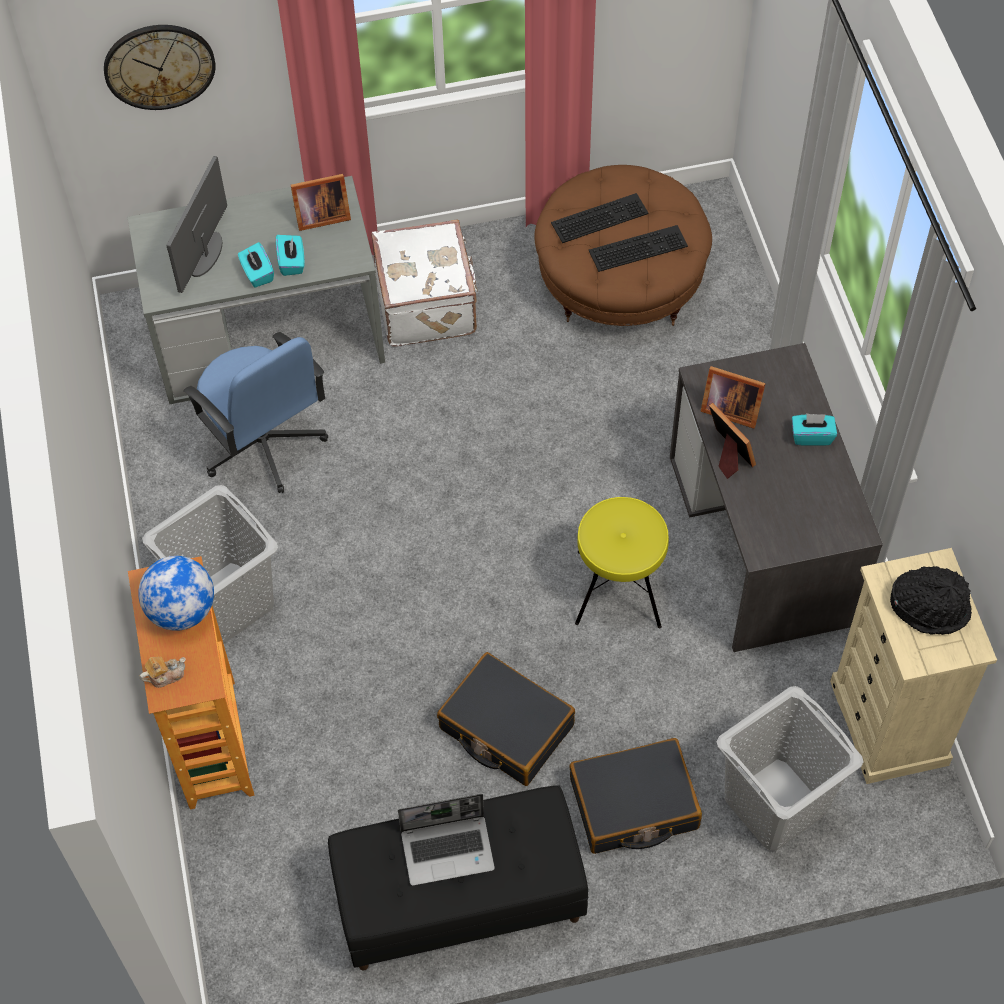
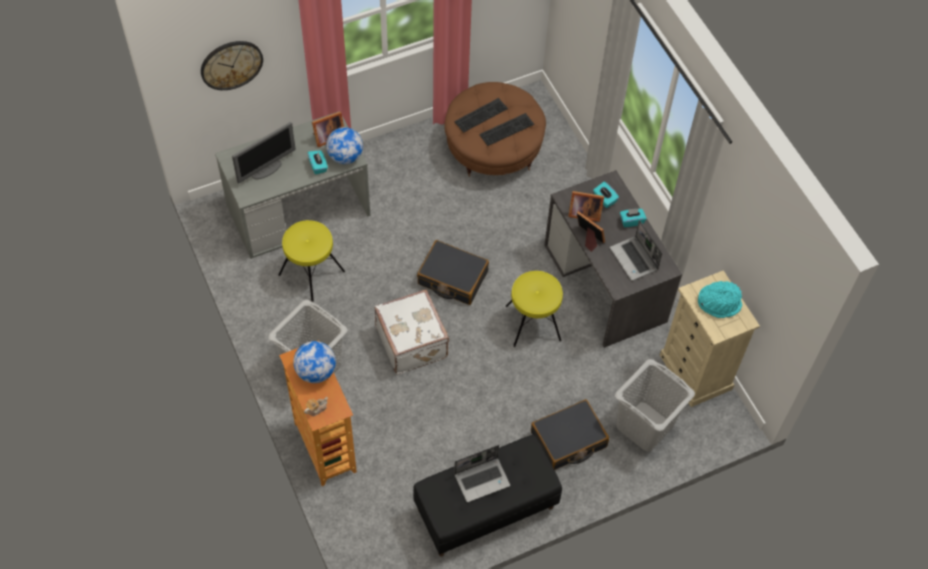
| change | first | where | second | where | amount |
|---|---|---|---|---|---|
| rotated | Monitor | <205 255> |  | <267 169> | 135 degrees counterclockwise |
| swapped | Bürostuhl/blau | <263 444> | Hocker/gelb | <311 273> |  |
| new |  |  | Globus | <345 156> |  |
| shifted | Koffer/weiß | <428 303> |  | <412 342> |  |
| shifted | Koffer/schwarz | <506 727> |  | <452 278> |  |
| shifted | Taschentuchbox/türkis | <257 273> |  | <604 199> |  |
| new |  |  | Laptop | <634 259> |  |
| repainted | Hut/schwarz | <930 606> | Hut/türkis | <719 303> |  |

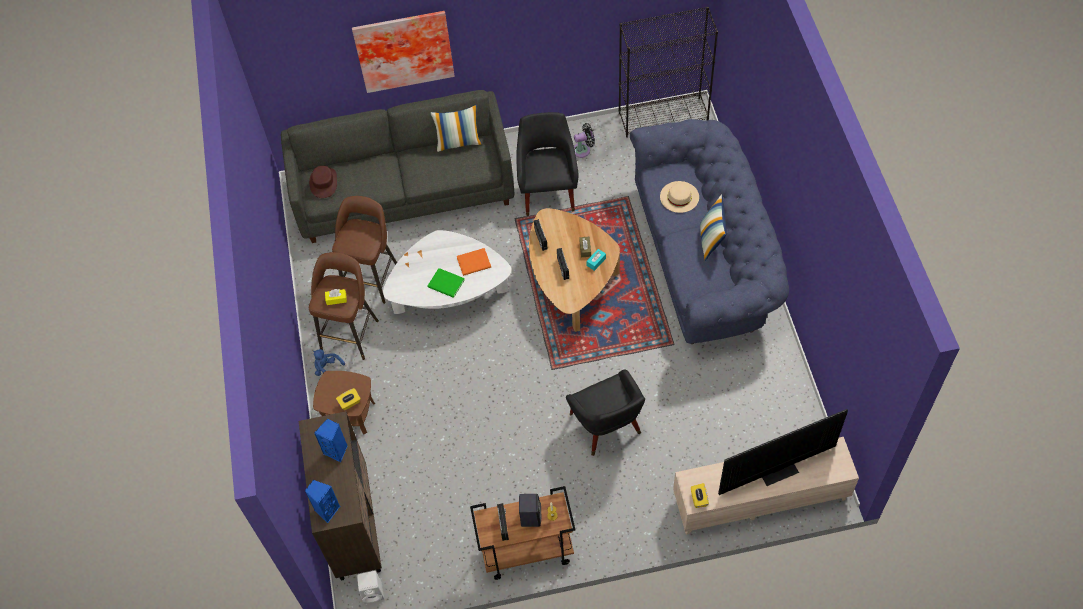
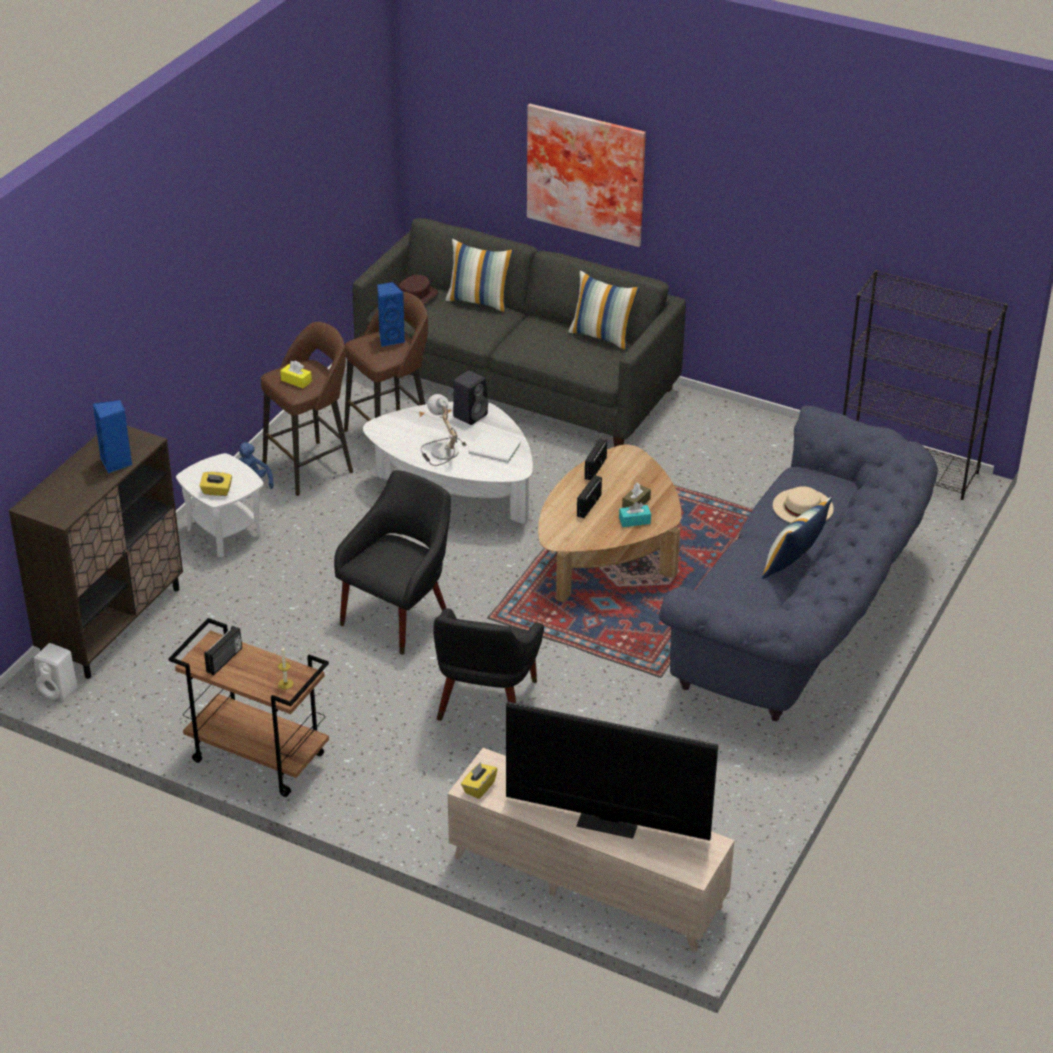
| change | first | where | second | where | amount |
|---|---|---|---|---|---|
| repainted | Beistelltisch/braun | <350 414> | Beistelltisch/weiß | <225 532> |  |
| shifted | Sessel/schwarz | <548 191> |  | <399 614> |  |
| shifted | Lautsprecher/blau | <326 510> |  | <390 339> |  |
| swapped | Buch/grün | <446 284> | Tischlampe | <441 451> |  |
| new |  |  | Kissen | <479 301> |  |
| shifted | Lautsprecher/schwarz | <530 516> |  | <471 415> |  |
| repainted | Buch/orange | <475 263> | Buch/weiß | <495 450> |  |
| gone | Ventilator/schwarz | <583 150> |  |  |  |

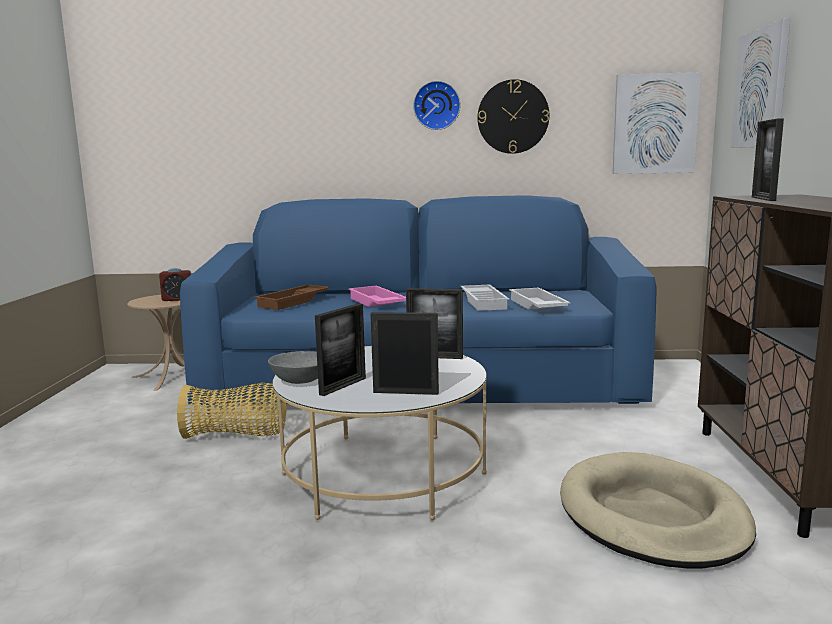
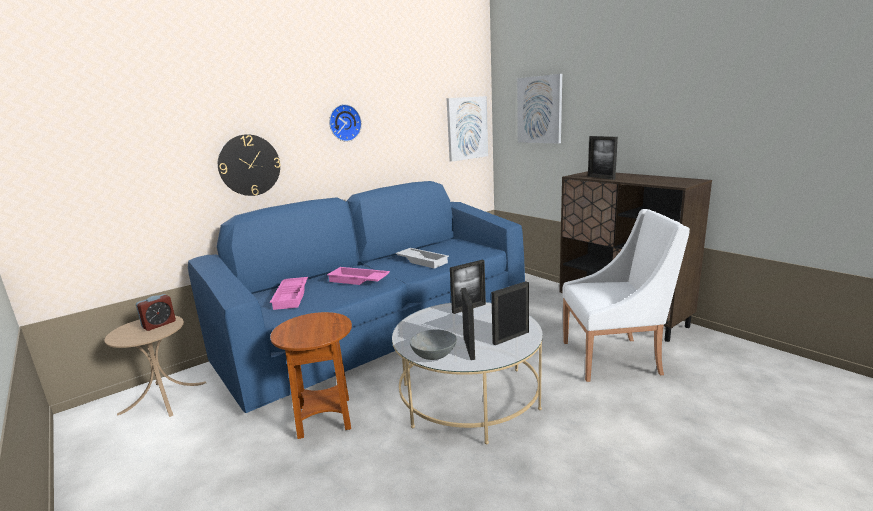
| change | first | where | second | where | amount |
|---|---|---|---|---|---|
| shifted | Wanduhr | <513 117> |  | <249 165> |  |
| repainted | Tablett/braun | <294 302> | Tablett/rosa | <292 296> |  |
| swapped | Korb | <237 435> | Beistelltisch/braun | <325 418> |  |
| swapped | Hundebett/beige | <652 516> | Sessel/weiß | <614 358> |  |
| gone | Tablett/weiß | <536 306> |  |  |  |

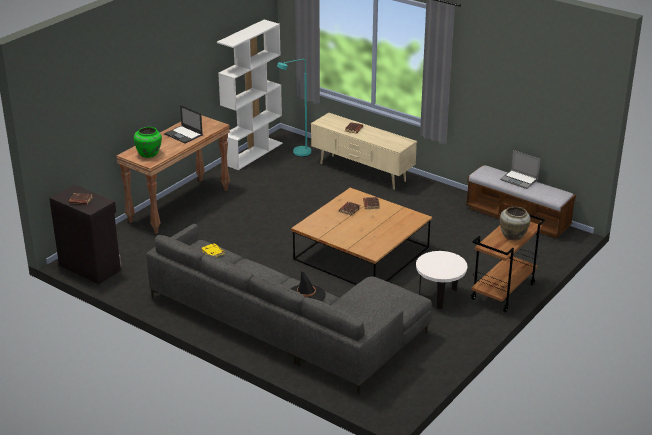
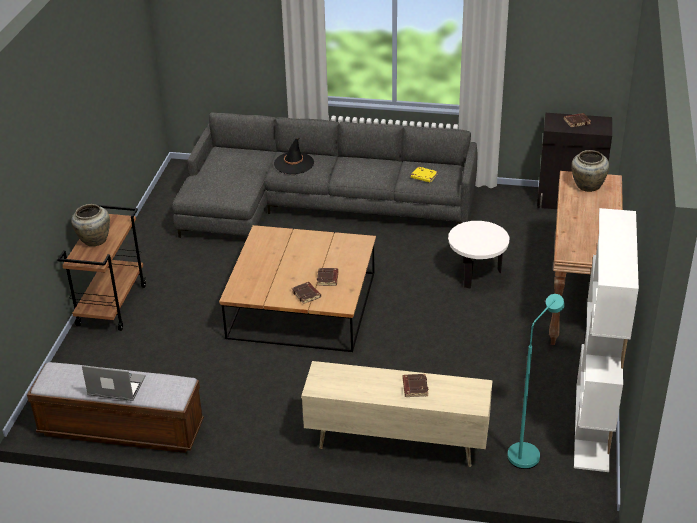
| change | first | where | second | where | amount |
|---|---|---|---|---|---|
| shifted | Beistelltisch/weiß | <439 296> |  | <476 275> |  |
| repainted | Vase/grün | <149 154> | Vase/beige | <587 186> |  |
| gone | Laptop | <184 135> |  |  |  |

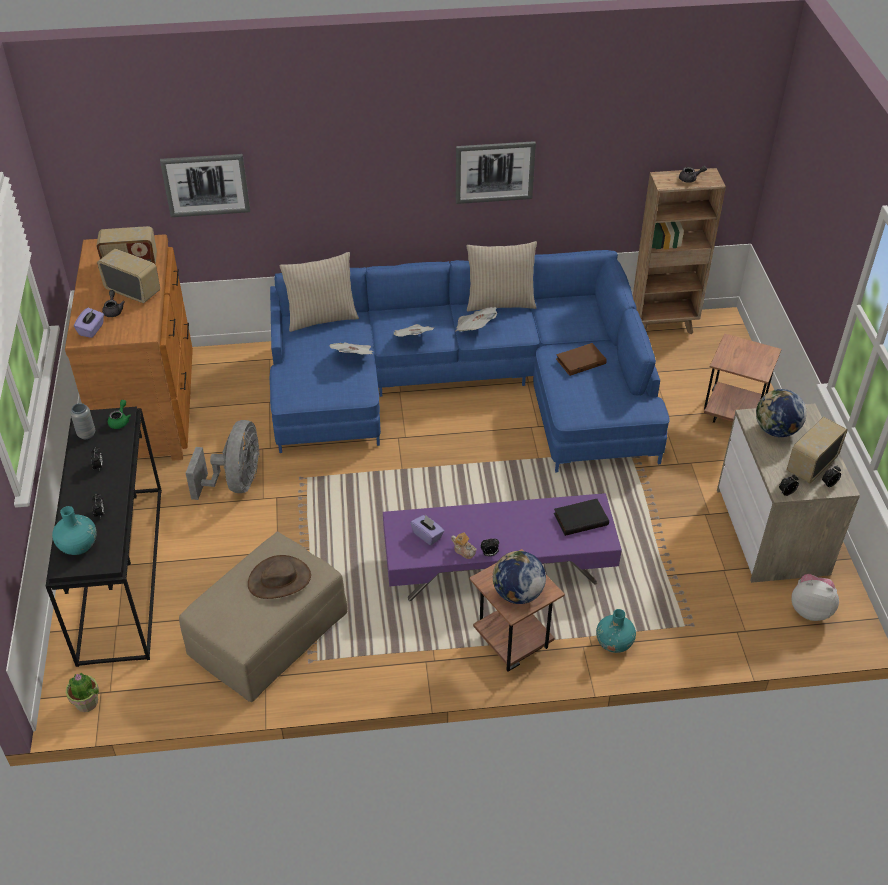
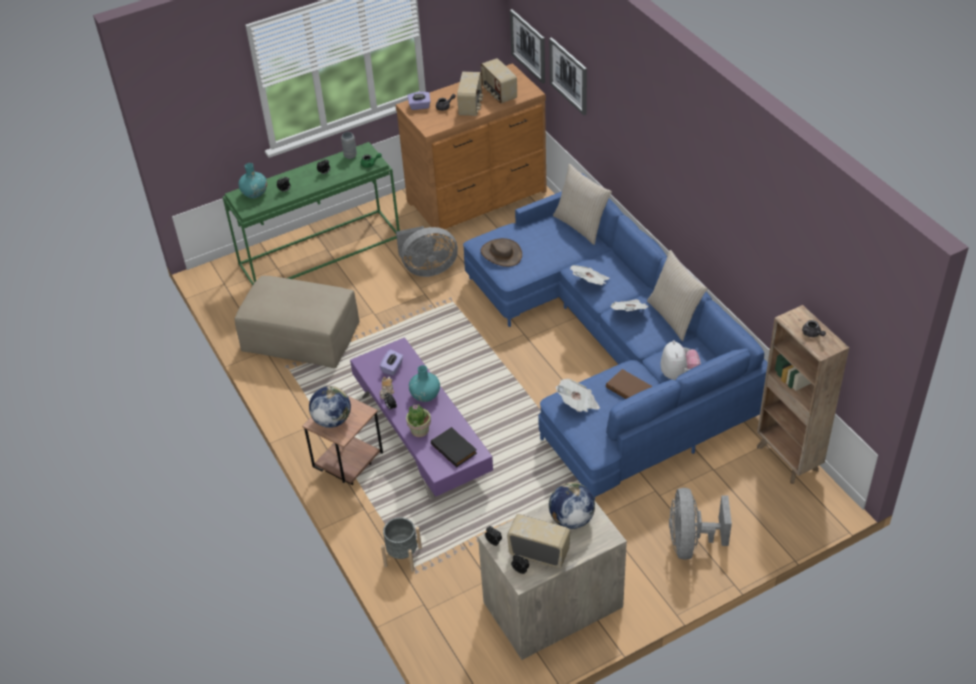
| change | first | where | second | where | amount |
|---|---|---|---|---|---|
| repainted | Konsolentisch/schwarz | <120 572> | Konsolentisch/grün | <320 250> |  |
| new |  |  | Pflanzkübel/grau | <403 557> |  |
| shifted | Topfpflanze | <87 703> |  | <419 430> |  |
| shifted | Vase/türkis | <614 643> |  | <425 395> |  |
| shifted | Hut/braun | <279 579> |  | <501 254> |  |
| shifted | Bild | <494 172> |  | <528 45> |  |
| shifted | Zeitung | <354 357> |  | <578 404> |  |
| shifted | Plüschtier | <810 609> |  | <678 374> |  |
| swapped | Beistelltisch/braun | <733 415> | Ventilator/grau | <691 542> |  |

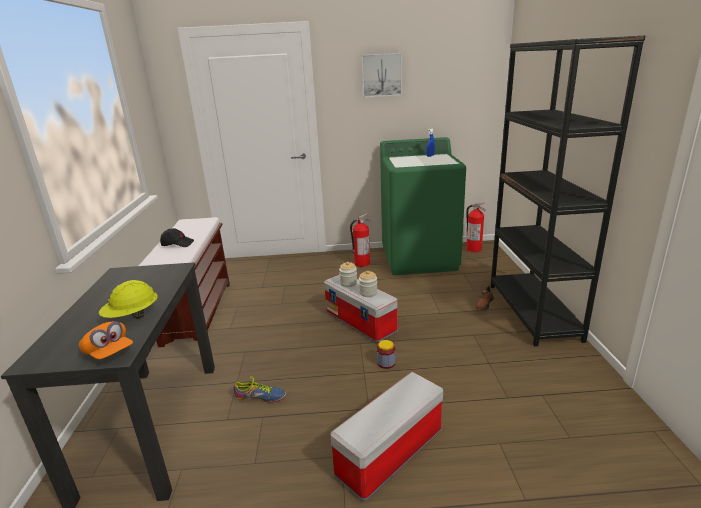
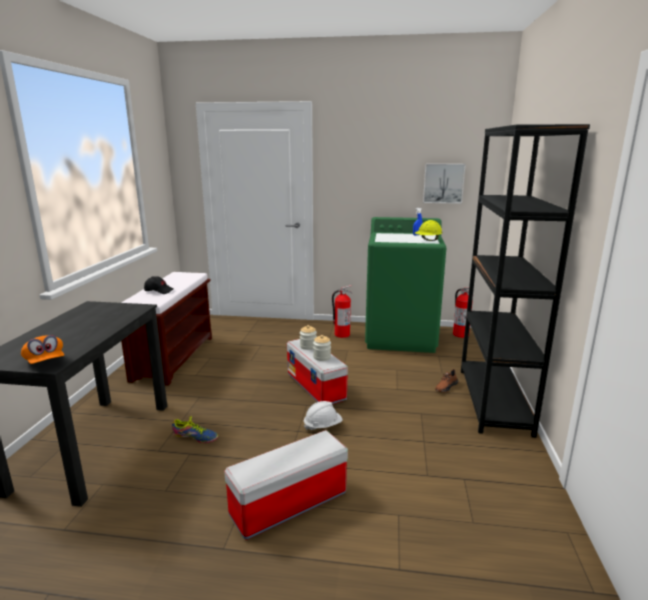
| change | first | where | second | where | amount |
|---|---|---|---|---|---|
| swapped | Vorratsglas | <386 363> | Schutzhelm/weiß | <322 426> |  |
| shifted | Schutzhelm/gelb | <132 316> |  | <428 240> |  |
| shifted | Bild | <381 75> |  | <443 183> |  |

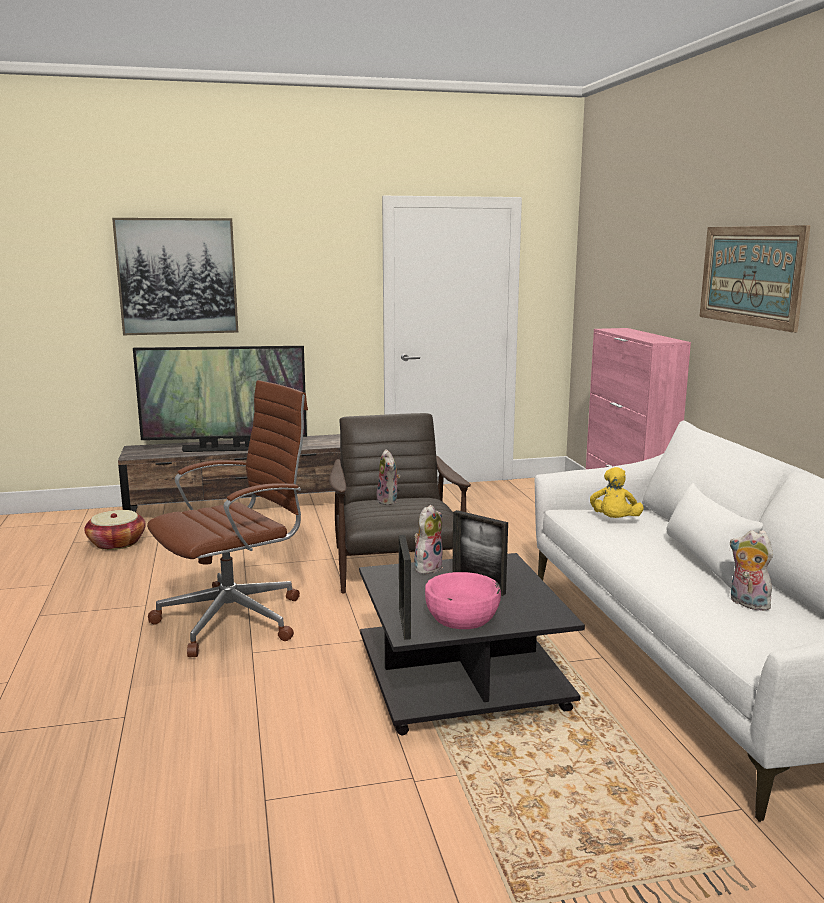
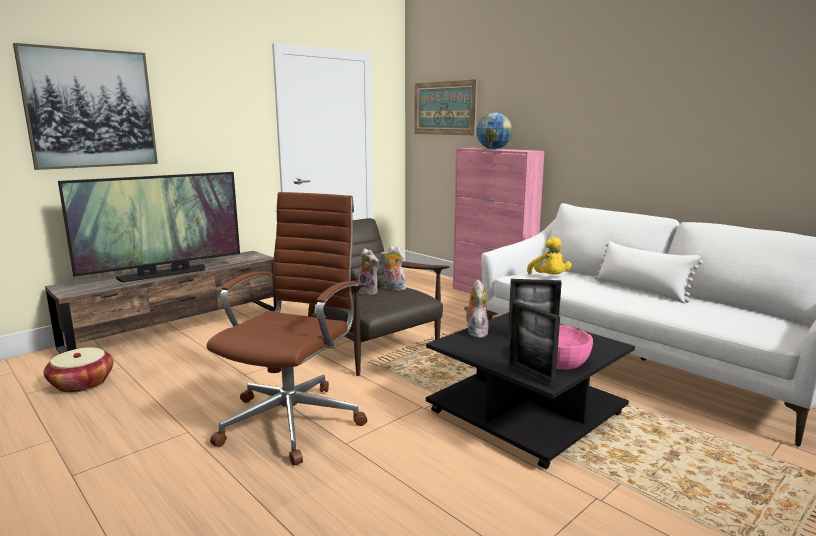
| change | first | where | second | where | amount |
|---|---|---|---|---|---|
| shifted | Plüschtier | <746 604> |  | <393 289> |  |
| shifted | Bild | <750 275> |  | <444 108> |  |
| new |  |  | Globus | <493 149> |  |

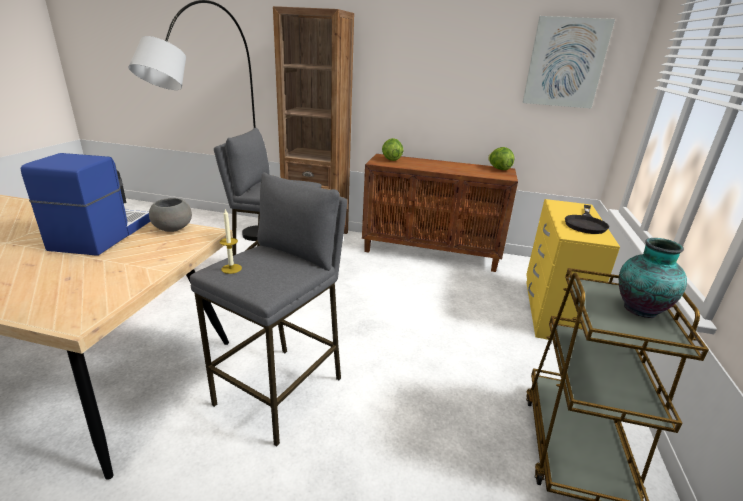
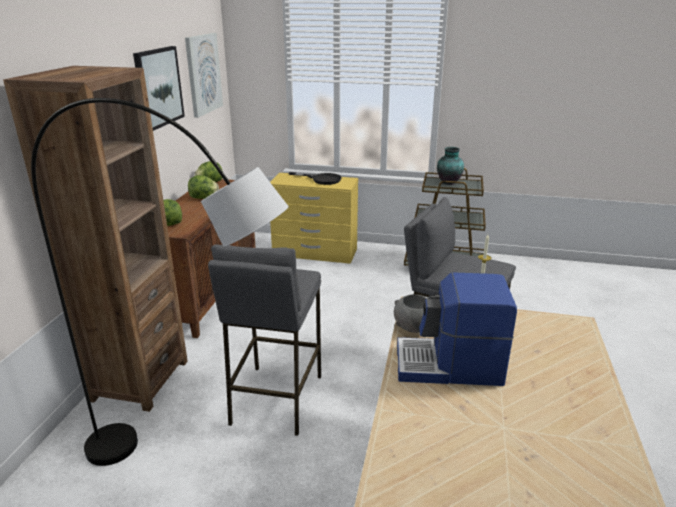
| change | first | where | second | where | amount |
|---|---|---|---|---|---|
| new |  |  | Bild | <158 87> |  |
| new |  |  | Salatkopf | <203 198> |  |

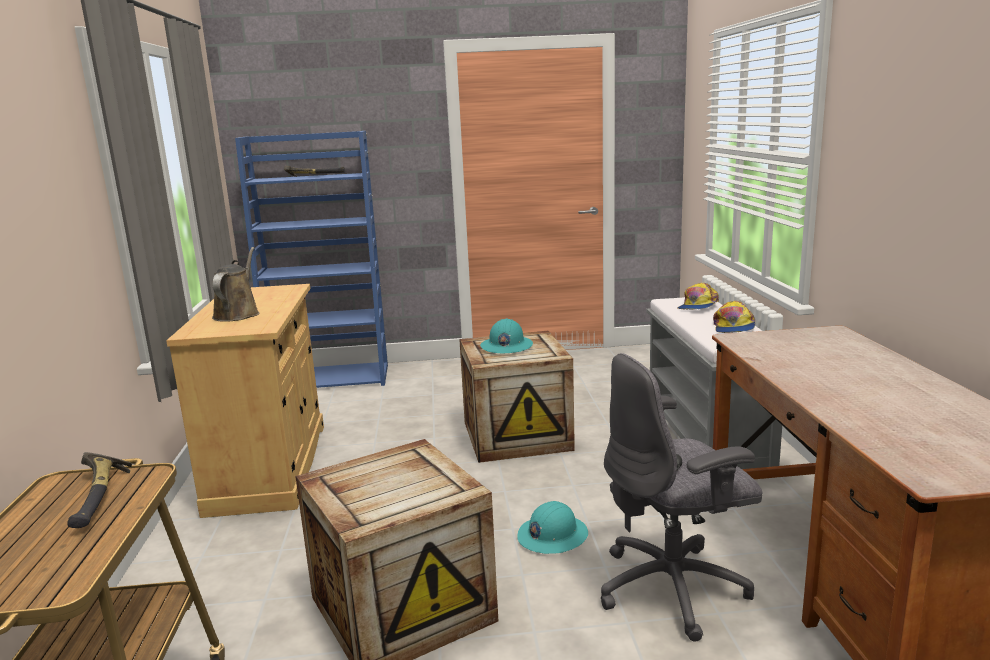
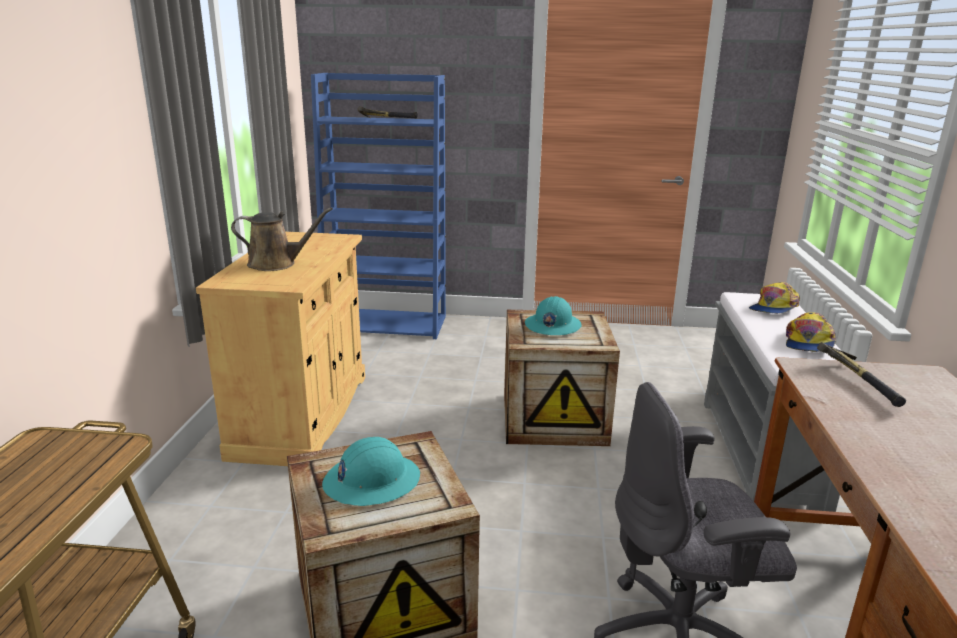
| change | first | where | second | where | amount |
|---|---|---|---|---|---|
| rotated | Gießkanne/braun | <238 314> |  | <276 264> | 75 degrees clockwise |
| shifted | Schutzhelm/türkis | <552 536> |  | <371 481> |  |
| shifted | Hammer | <101 497> |  | <861 383> |  |

